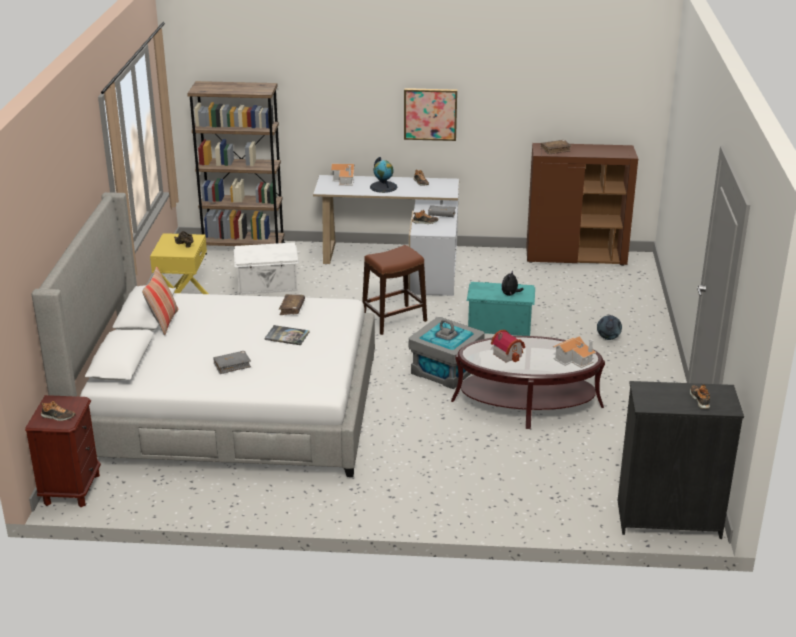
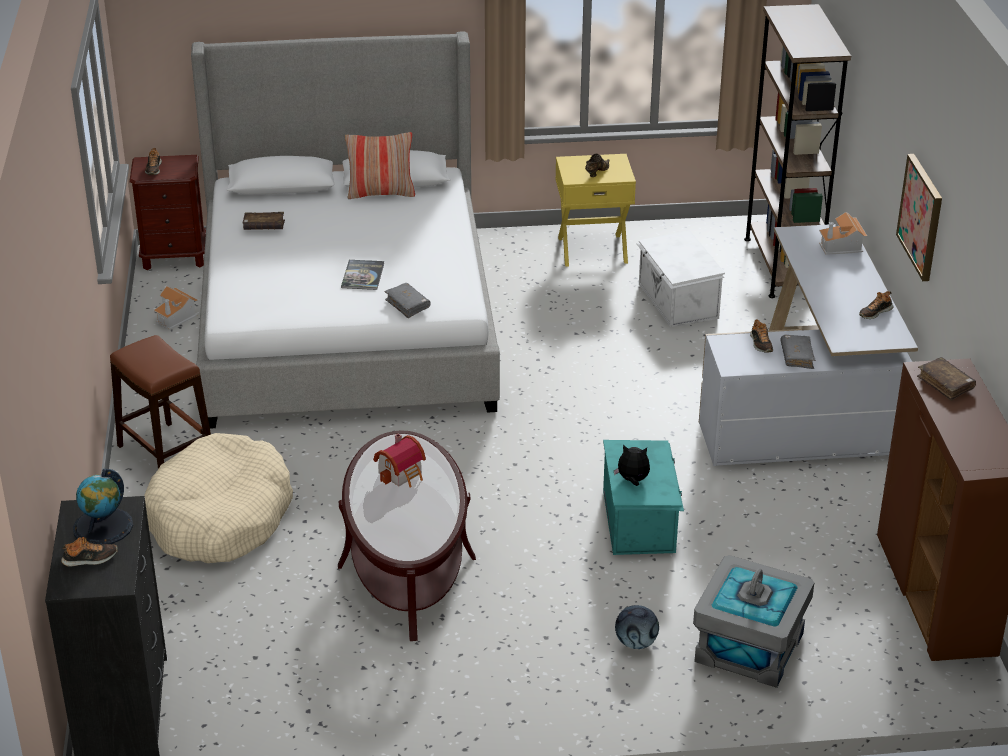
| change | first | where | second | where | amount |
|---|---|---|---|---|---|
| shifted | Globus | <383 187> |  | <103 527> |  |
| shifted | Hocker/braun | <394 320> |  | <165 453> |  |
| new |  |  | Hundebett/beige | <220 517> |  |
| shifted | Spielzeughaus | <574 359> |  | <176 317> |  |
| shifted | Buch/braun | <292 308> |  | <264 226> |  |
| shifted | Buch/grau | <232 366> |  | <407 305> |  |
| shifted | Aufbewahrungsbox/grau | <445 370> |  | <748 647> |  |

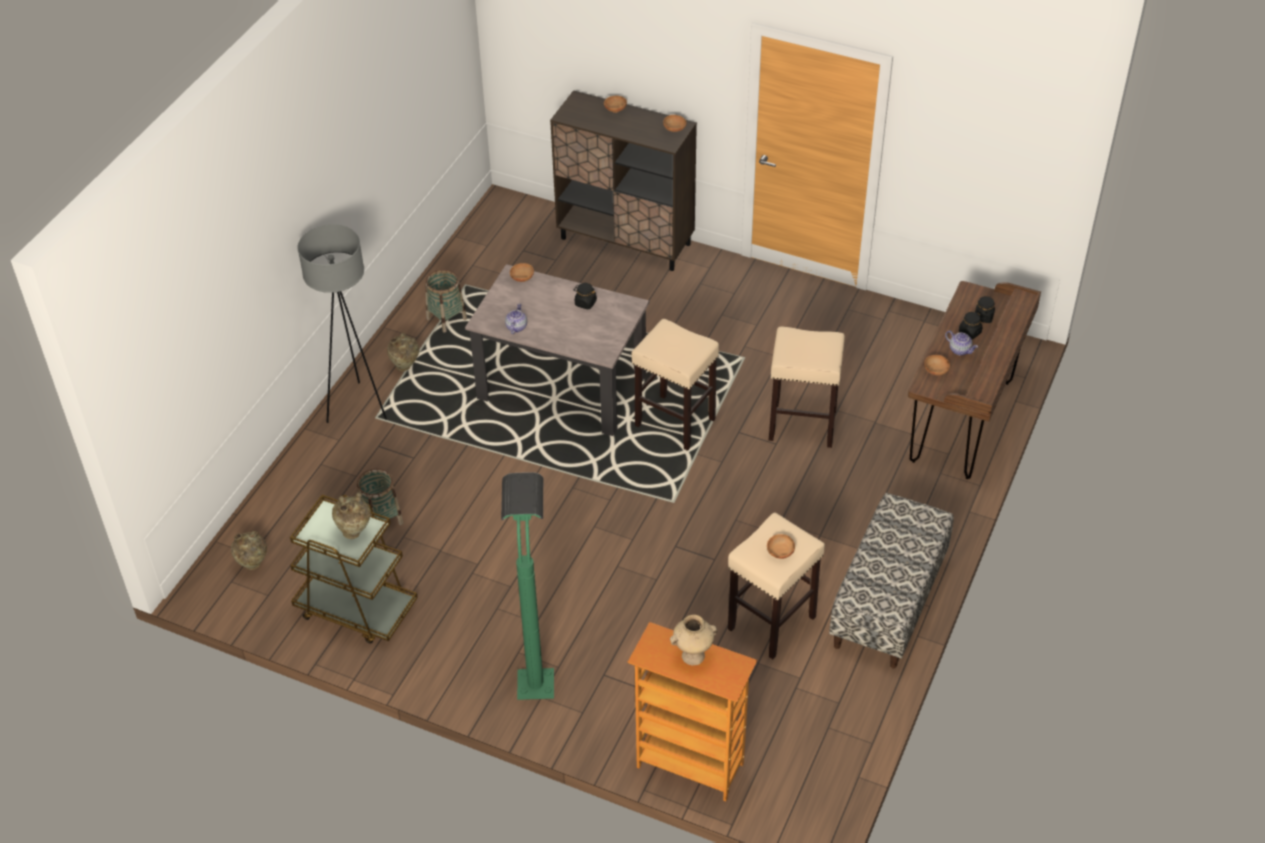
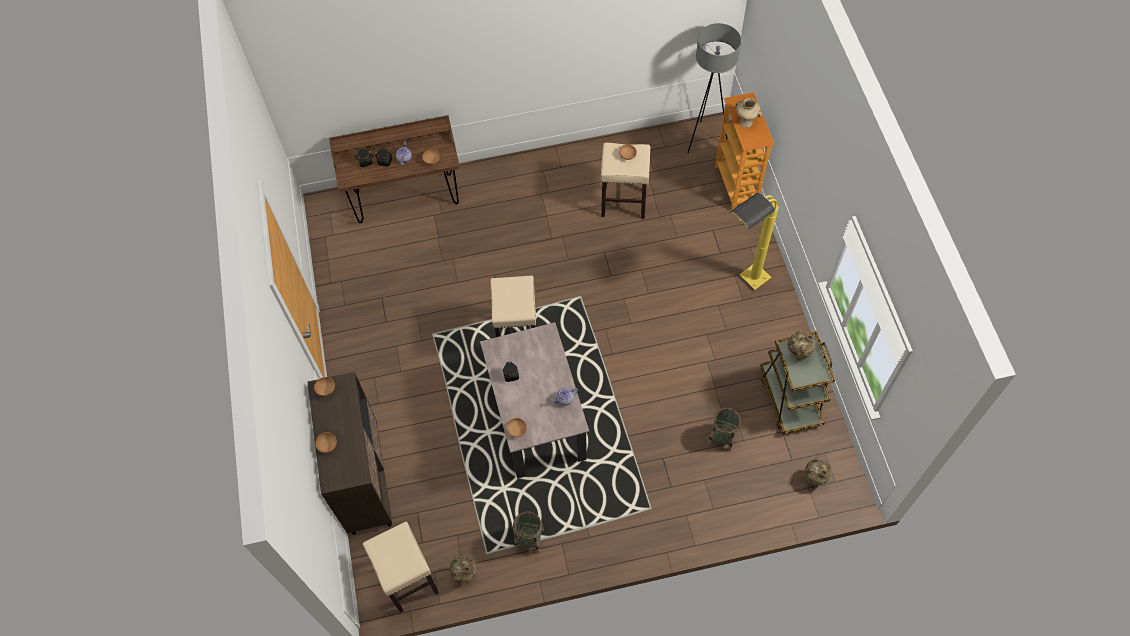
| change | first | where | second | where | amount |
|---|---|---|---|---|---|
| shifted | Hocker/beige | <801 425> |  | <409 580> |  |
| shifted | Vase/beige | <405 367> |  | <465 575> |  |
| shifted | Stehlampe/grau | <357 407> |  | <704 140> |  |
| repainted | Stehlampe/grün | <535 665> | Stehlampe/gelb | <743 287> |  |
| gone | Bank | <888 603> |  |  |  |

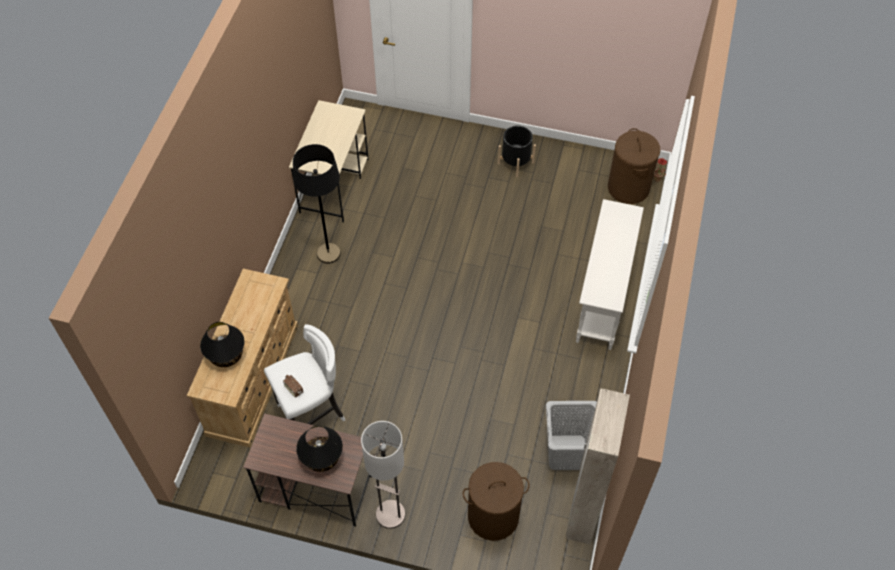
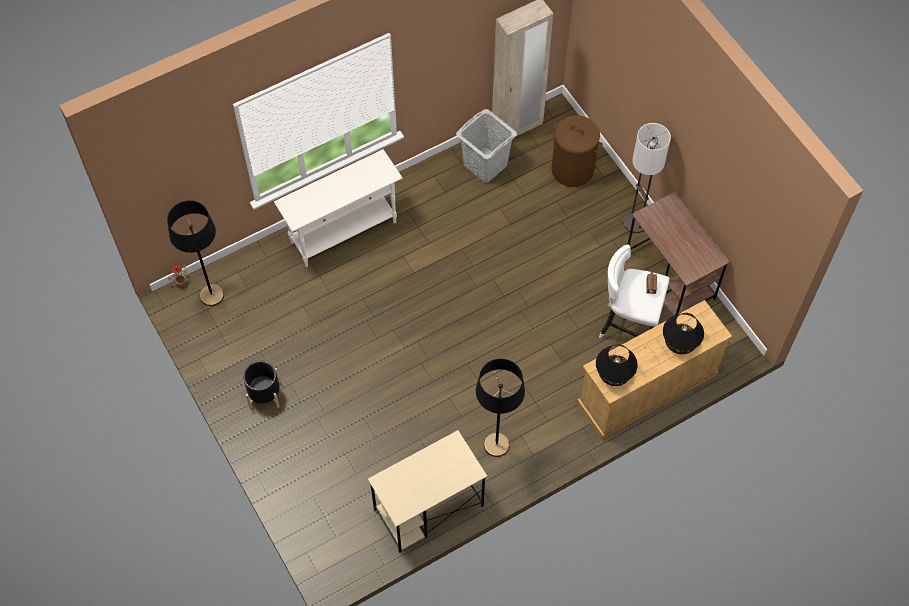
| change | first | where | second | where | amount |
|---|---|---|---|---|---|
| swapped | Wäschekorb/braun | <628 188> | Stehlampe/schwarz | <212 295> |  |
| shifted | Tischlampe/schwarz | <321 458> |  | <614 373> |  |

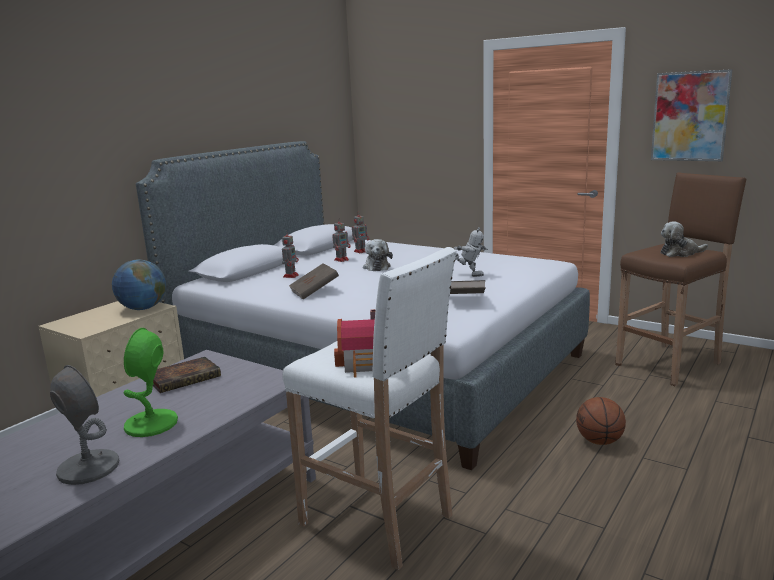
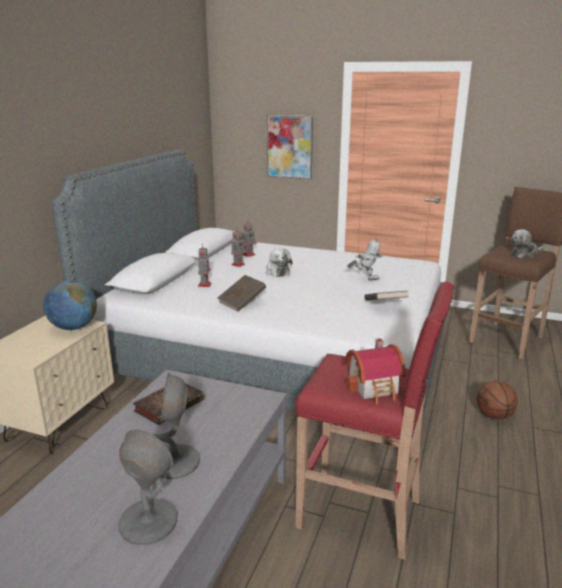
| change | first | where | second | where | amount |
|---|---|---|---|---|---|
| repainted | Tischlampe/grün | <151 424> | Tischlampe/grau | <175 462> |  |
| shifted | Bild | <690 116> |  | <289 147> |  |
| repainted | Hocker/weiß | <379 520> | Hocker/rot | <362 513> |  |

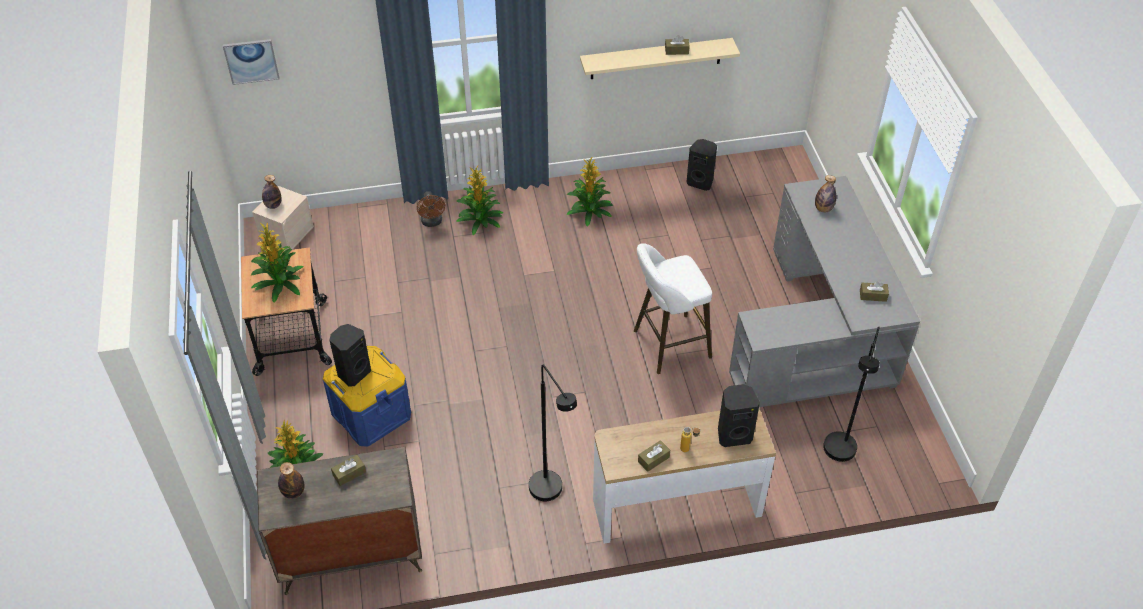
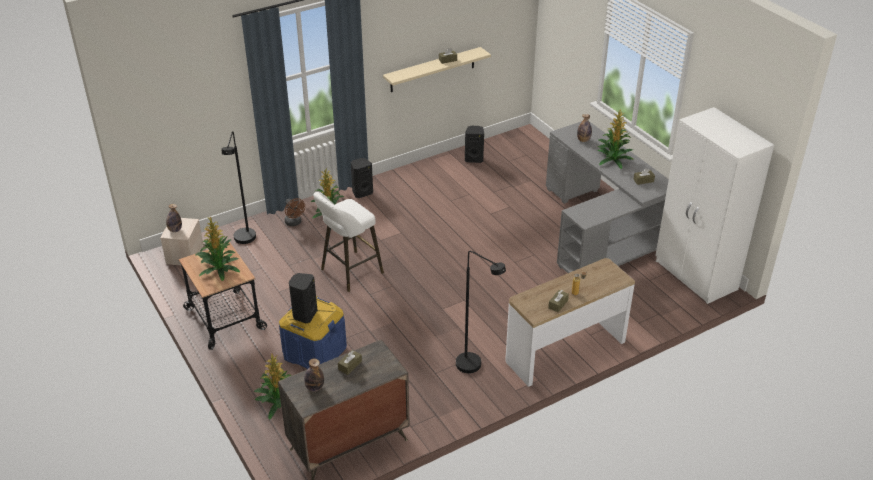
| change | first | where | second | where | amount |
|---|---|---|---|---|---|
| shifted | Stehlampe/schwarz | <839 456> |  | <244 241> |  |
| shifted | Hocker/weiß | <667 345> |  | <349 272> |  |
| shifted | Lautsprecher/schwarz | <733 434> |  | <362 192> |  |
| shifted | Topfpflanze | <589 211> |  | <613 160> |  |
| new |  |  | Kleiderschrank/weiß | <695 276> |  |
| gone | Bild | <251 61> |  |  |  |

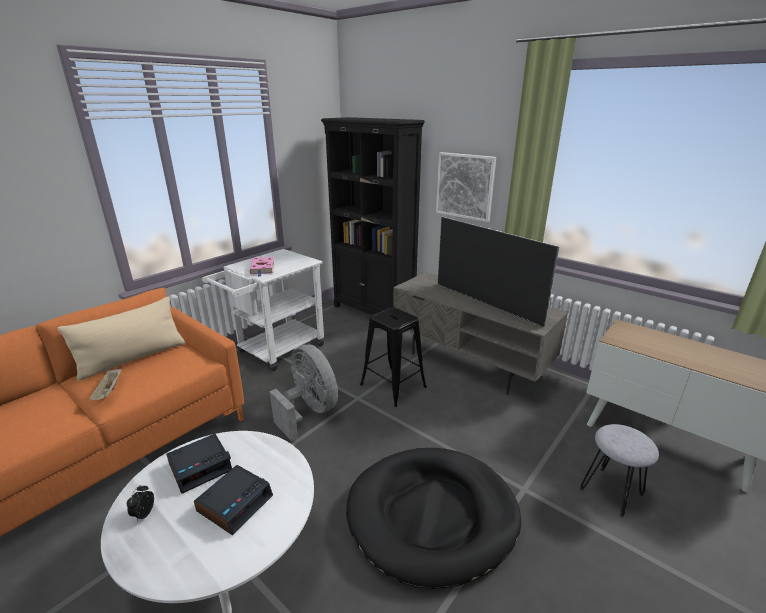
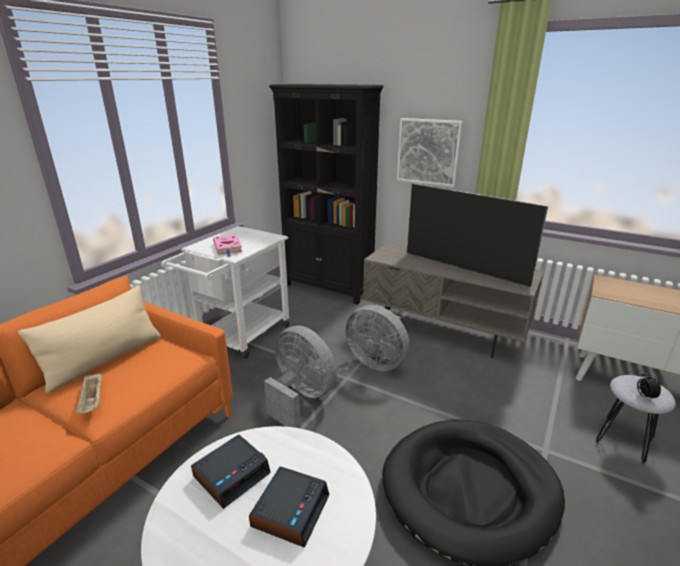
| change | first | where | second | where | amount |
|---|---|---|---|---|---|
| swapped | Hocker/schwarz | <392 385> | Ventilator/grau | <377 361> |  |
| shifted | Wecker | <144 513> |  | <644 396> |  |

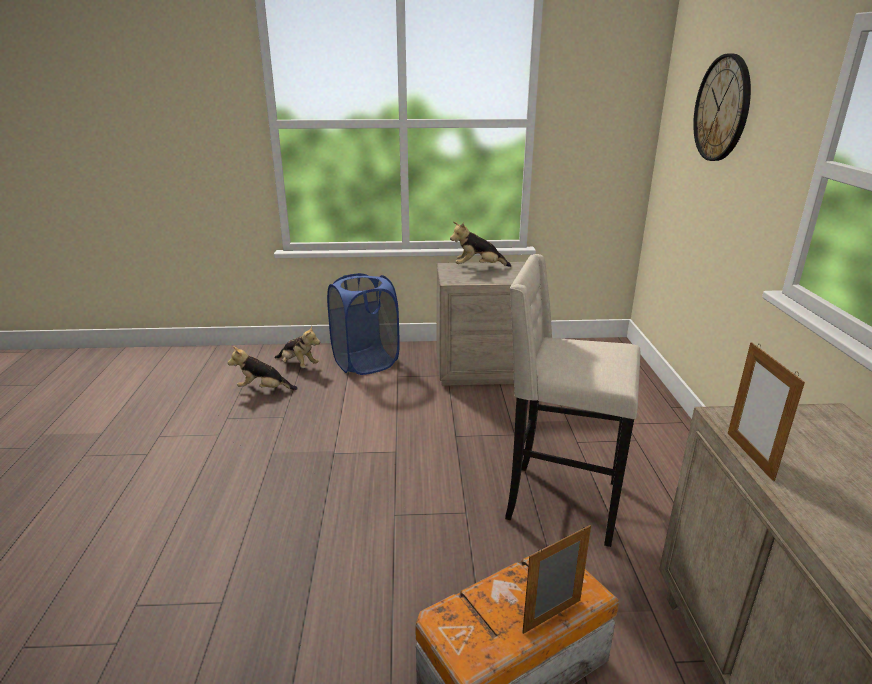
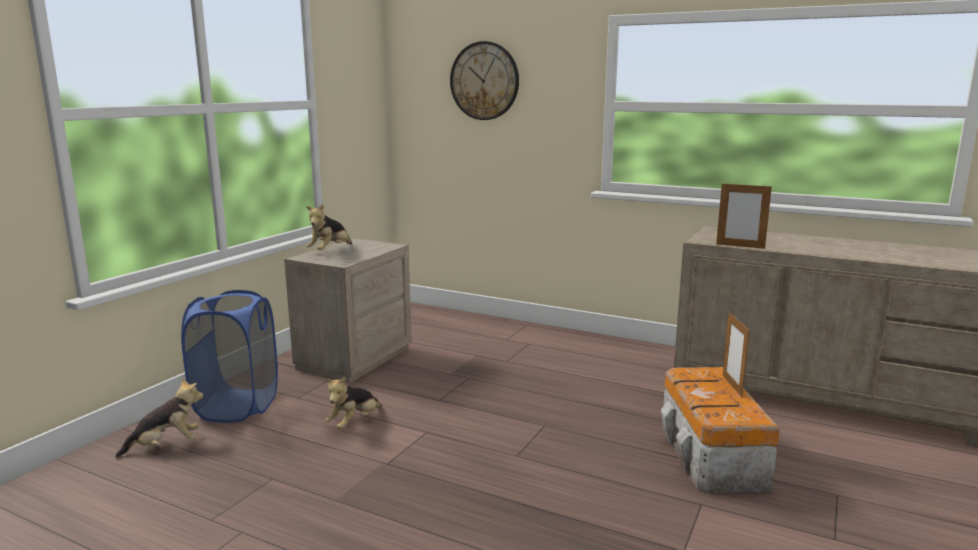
| change | first | where | second | where | amount |
|---|---|---|---|---|---|
| shifted | Plüschtier | <263 389> |  | <354 422> |  |
| gone | Hocker/beige | <559 502> |  |  |  |

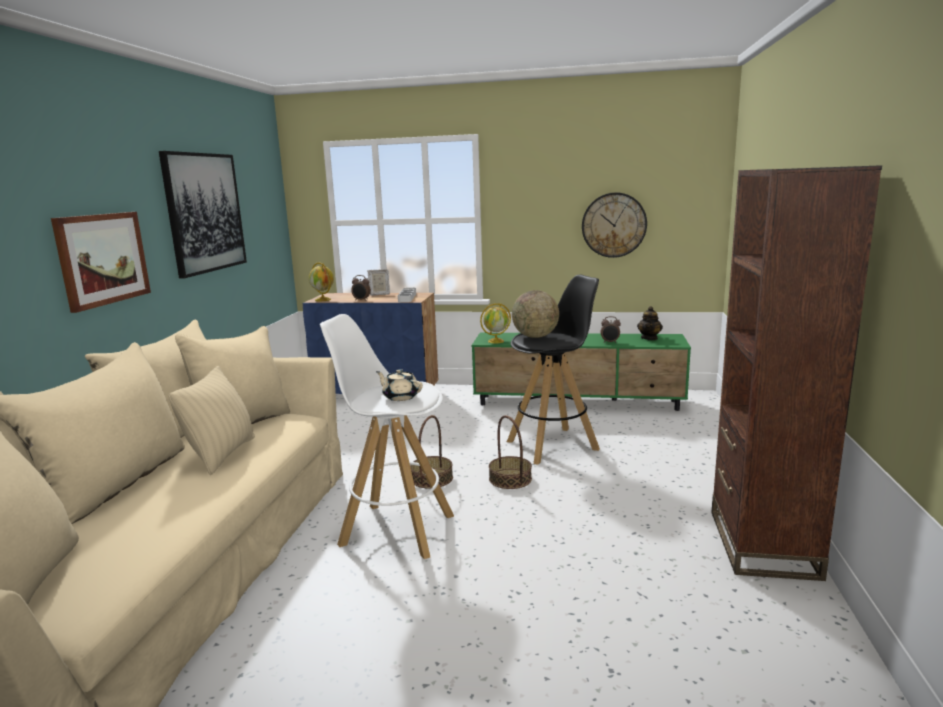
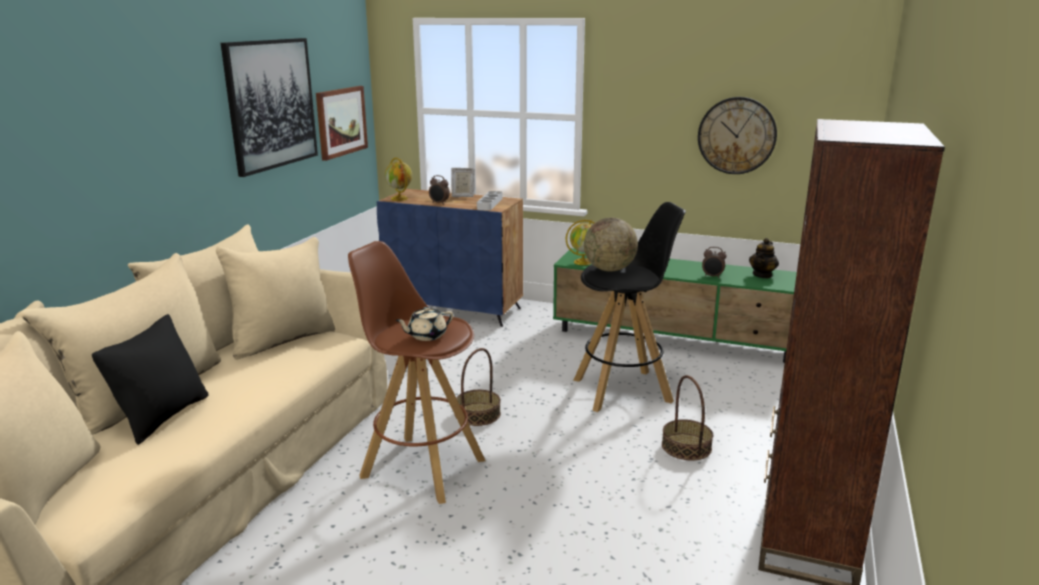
| change | first | where | second | where | amount |
|---|---|---|---|---|---|
| new |  |  | Kissen/schwarz | <163 417> |  |
| shifted | Bild | <102 259> |  | <341 121> |  |
| repainted | Hocker/weiß | <396 529> | Hocker/braun | <421 467> |  |
| rotated | Teekanne/beige | <400 397> |  | <426 336> | 75 degrees counterclockwise |
| shifted | Korb | <510 479> |  | <686 447> |  |
| gone | Kissen/beige | <222 455> |  |  |  |

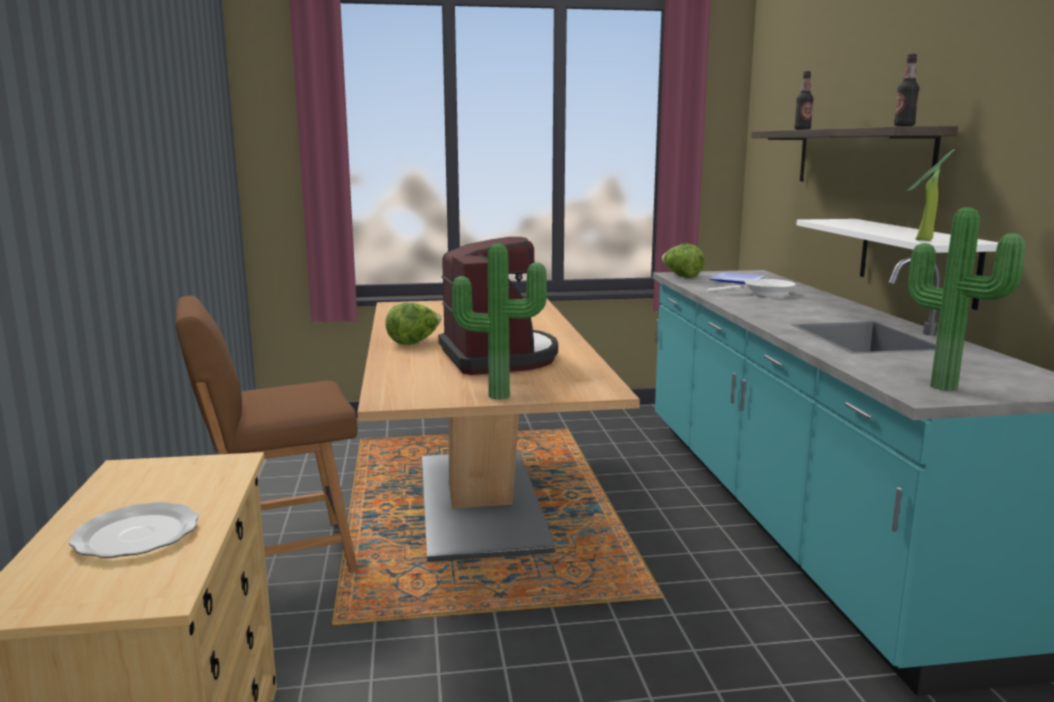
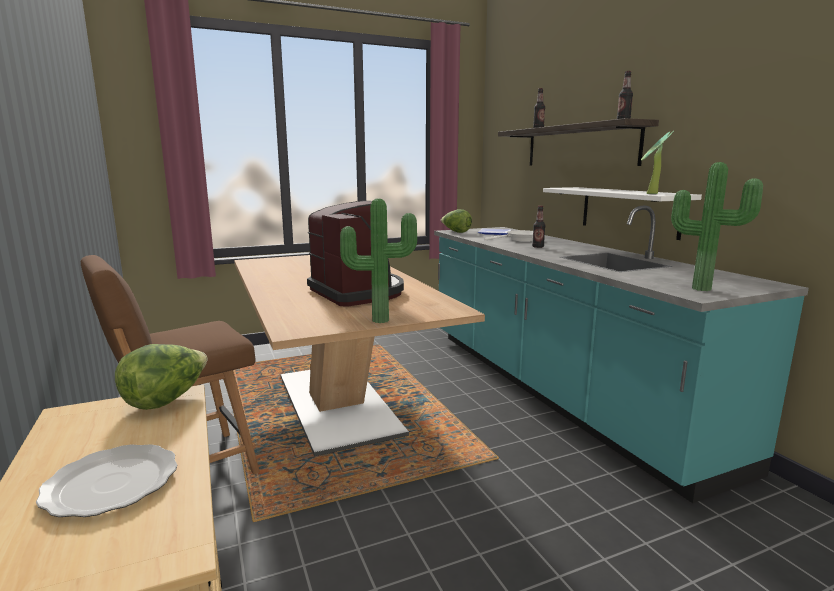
| change | first | where | second | where | amount |
|---|---|---|---|---|---|
| shifted | Salatkopf | <414 342> |  | <166 400> |  |
| new |  |  | Flasche | <538 247> |  |

